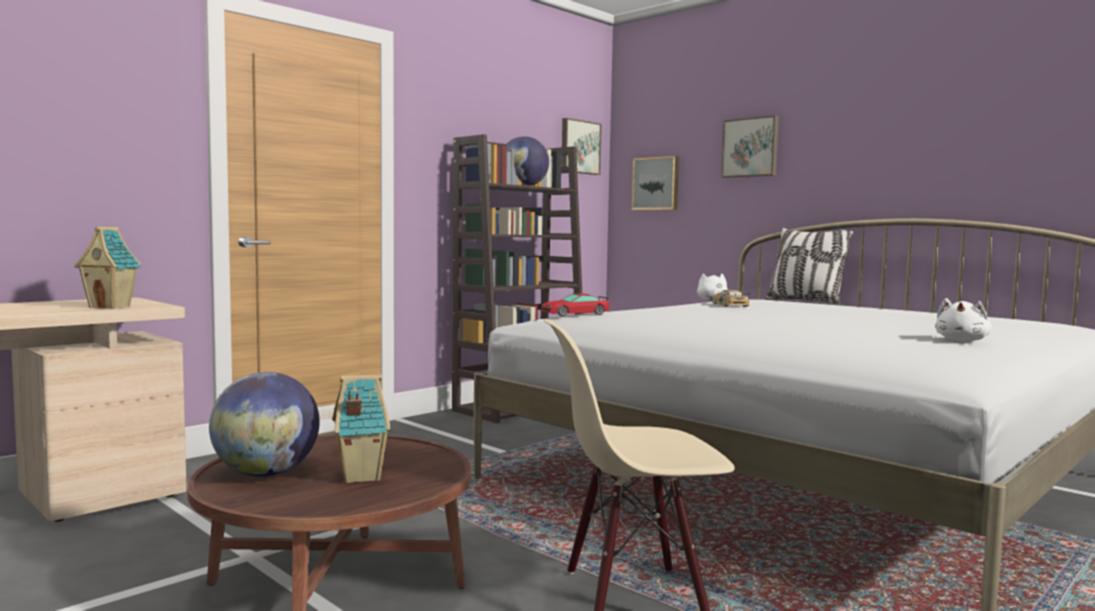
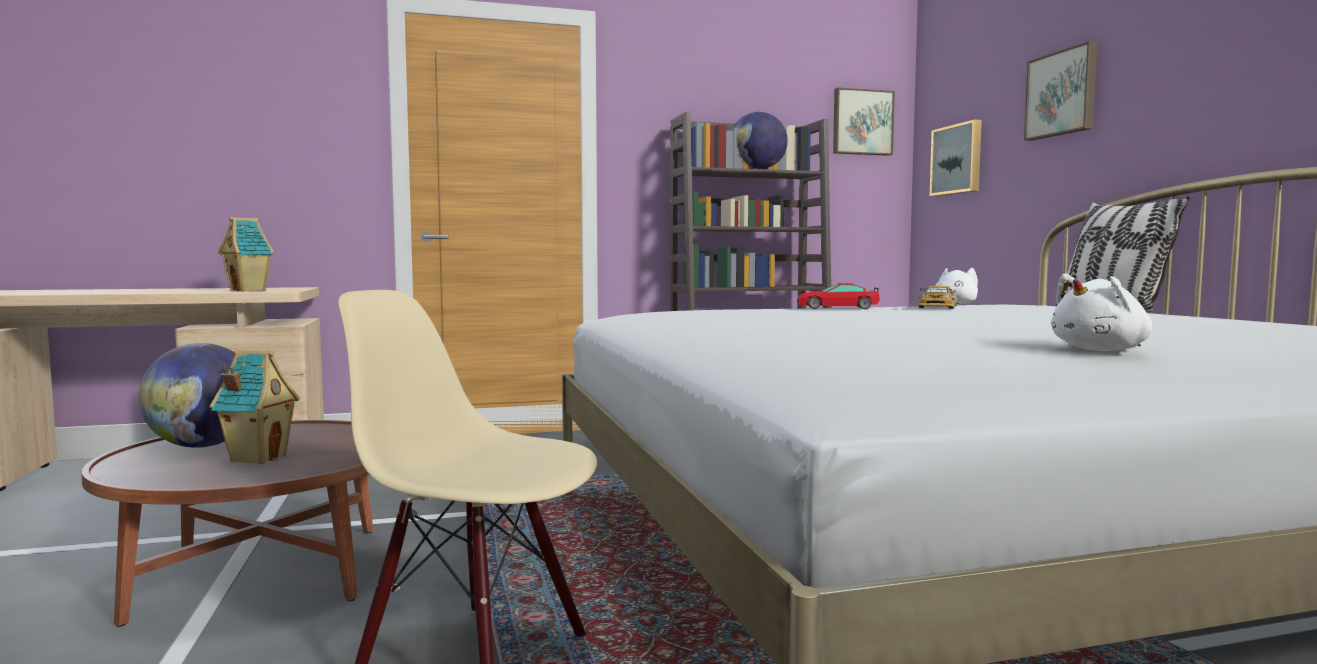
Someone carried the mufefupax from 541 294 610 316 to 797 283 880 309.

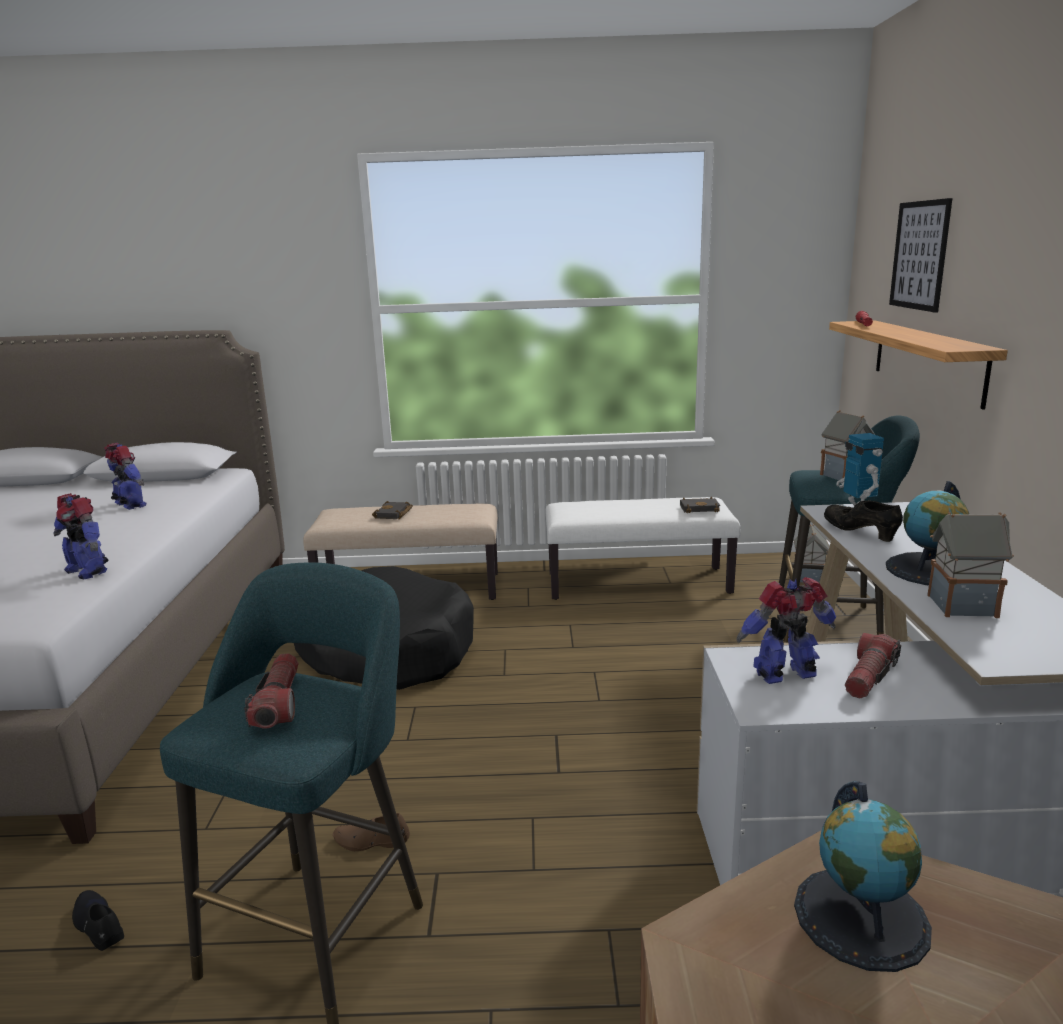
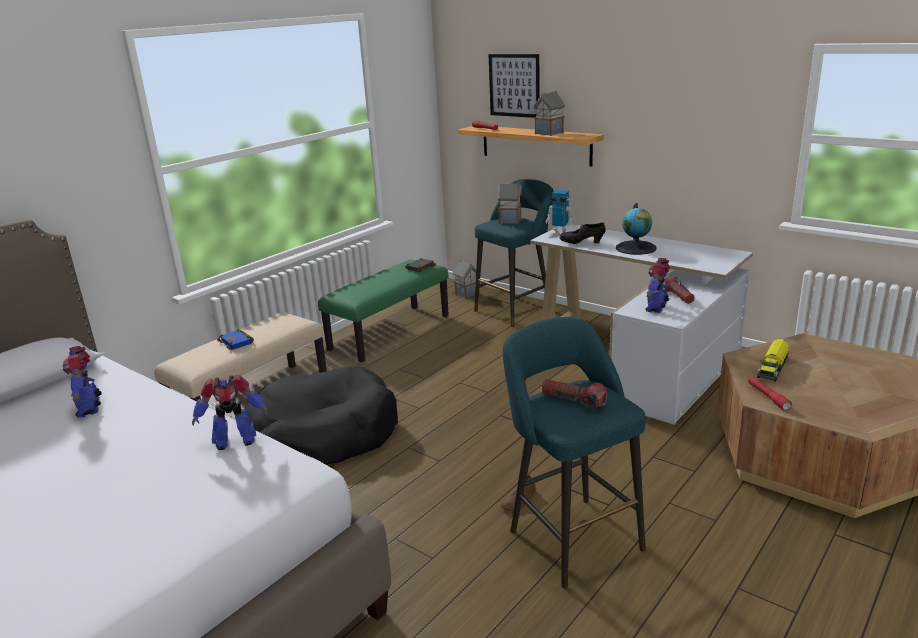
Someone rotated the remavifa at 104 443 147 510 by 105 degrees counterclockwise.
Someone repainted the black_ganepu at 372 501 413 519, which became the blue_ganepu at 217 329 254 350.
Someone repainted the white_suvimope at 546 497 740 600, which became the green_suvimope at 318 259 449 362.
Someone carried the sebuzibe from 927 512 1014 618 to 533 91 565 136.
Someone put down the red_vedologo at 748 377 792 411.
Someone swapped the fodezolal at 794 781 932 972 for the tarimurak at 757 338 789 382.
Someone took away the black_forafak at 72 890 124 951.

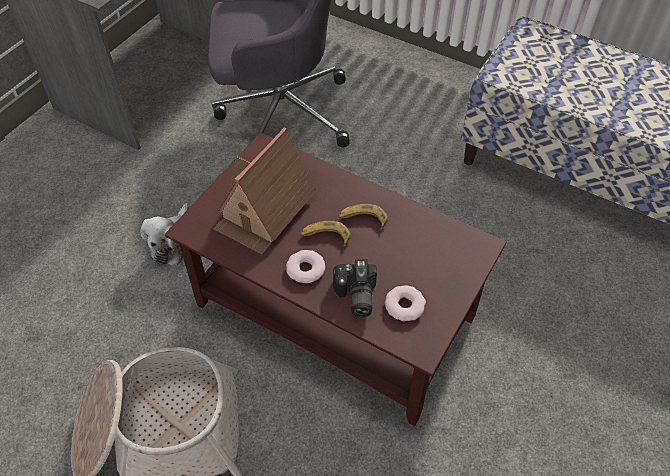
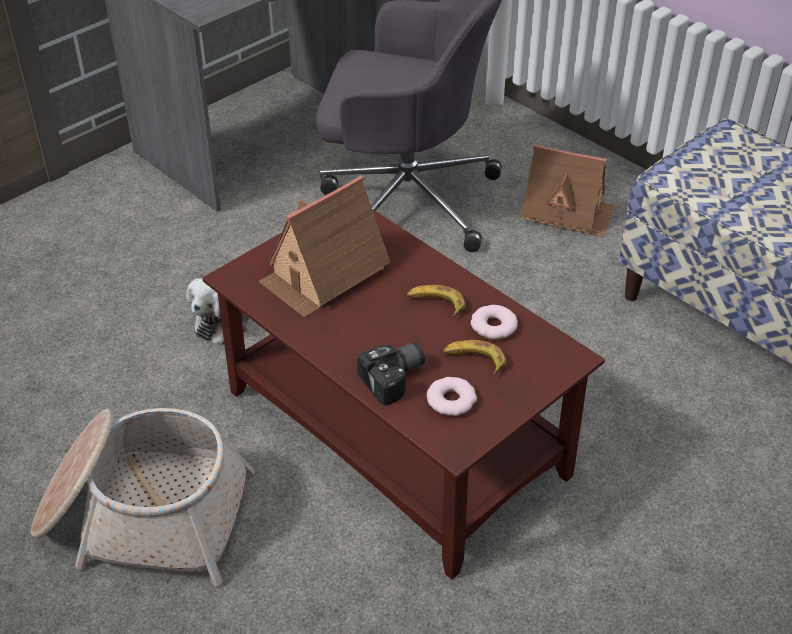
Someone rotated the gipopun at 333 259 377 317 by 135 degrees counterclockwise.
Someone carried the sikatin from 300 221 351 246 to 443 340 506 374.
Someone carried the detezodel from 286 250 325 283 to 471 305 518 340.
Someone put down the sebuzibe at 521 144 615 237.

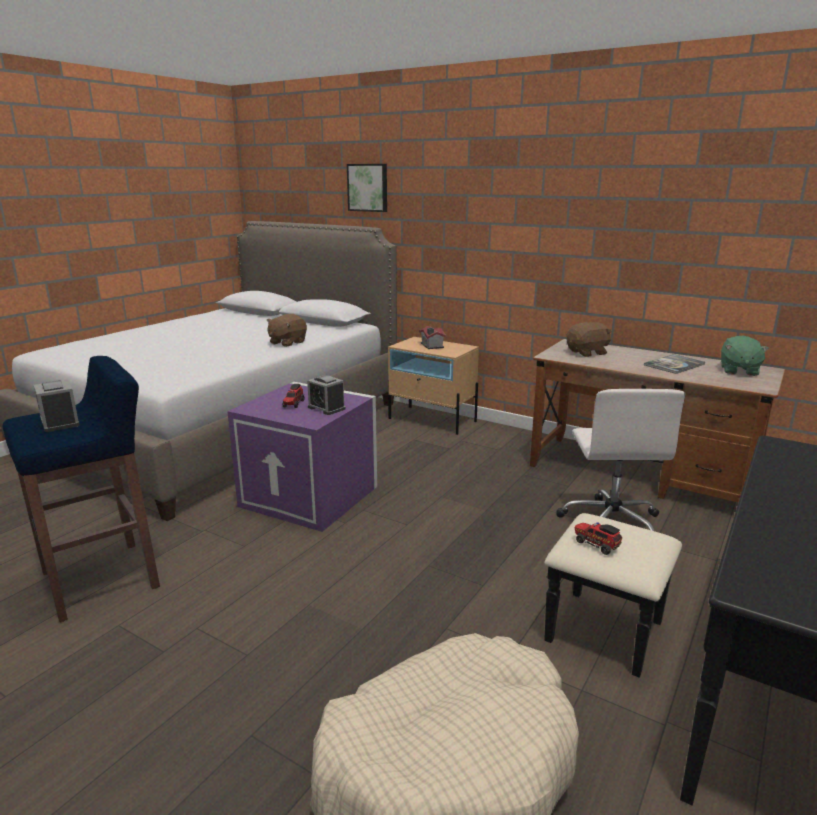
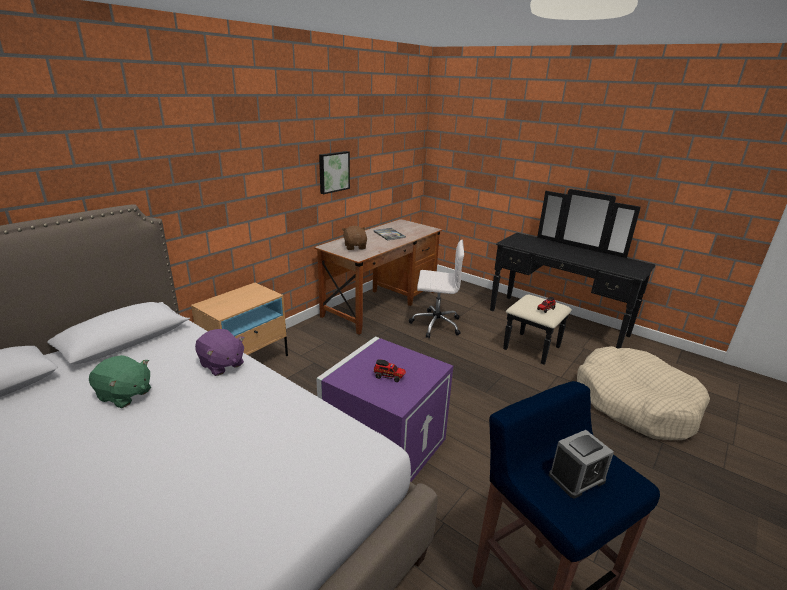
Someone carried the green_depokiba from 721 336 769 376 to 89 355 151 408.
Someone repainted the brown_depokiba at 267 314 307 347, which became the purple_depokiba at 195 329 245 376.
Someone carried the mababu from 347 164 387 212 to 319 151 350 194.
Someone took away the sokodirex at 307 375 346 415.
Someone took away the sebuzibe at 419 326 446 349.

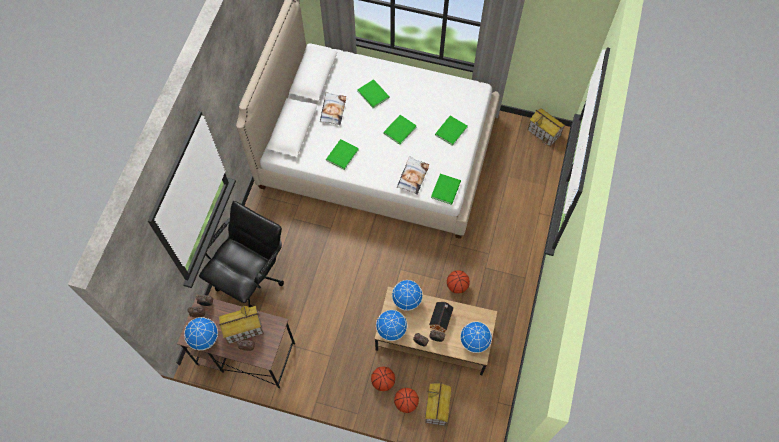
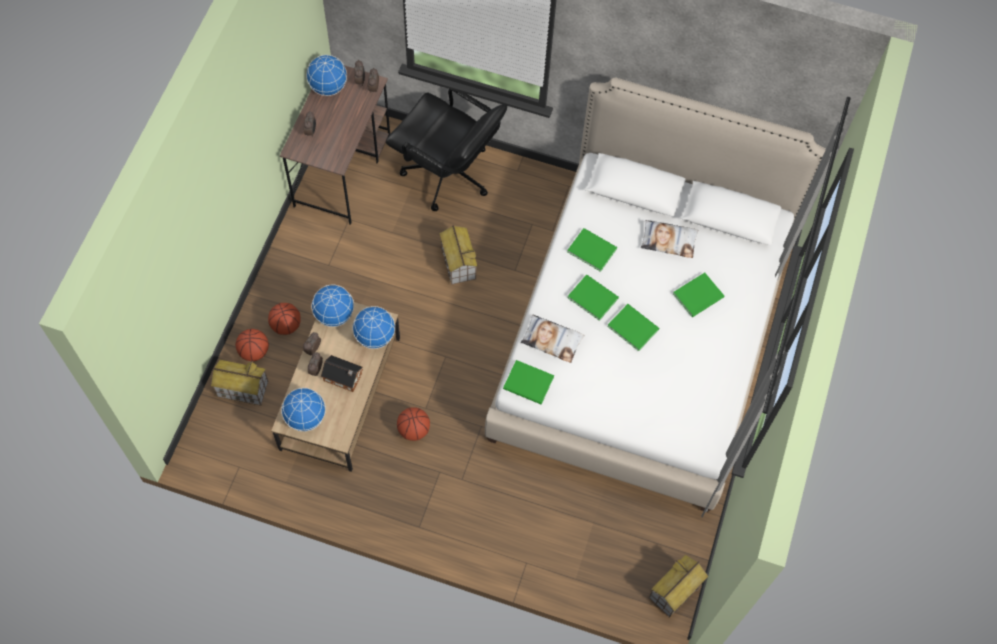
Someone carried the sebuzibe from 219 305 264 344 to 440 225 477 285.
Someone carried the green_ganepu from 435 116 467 146 to 568 275 619 321.

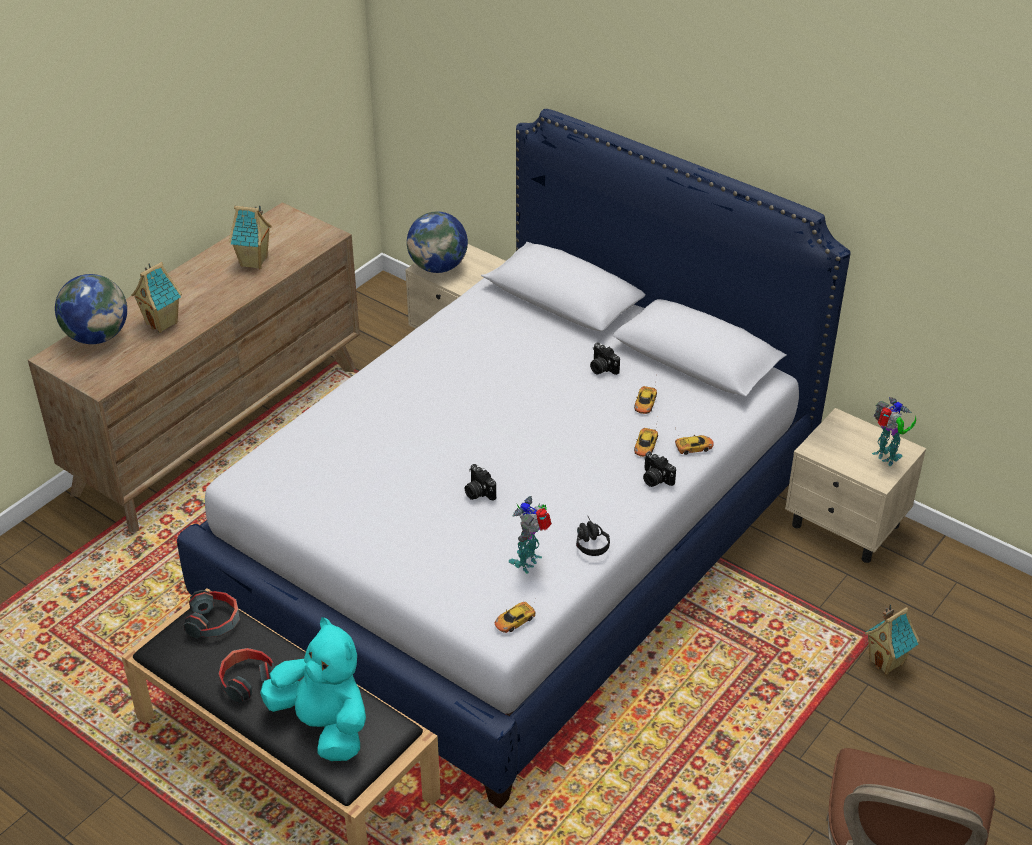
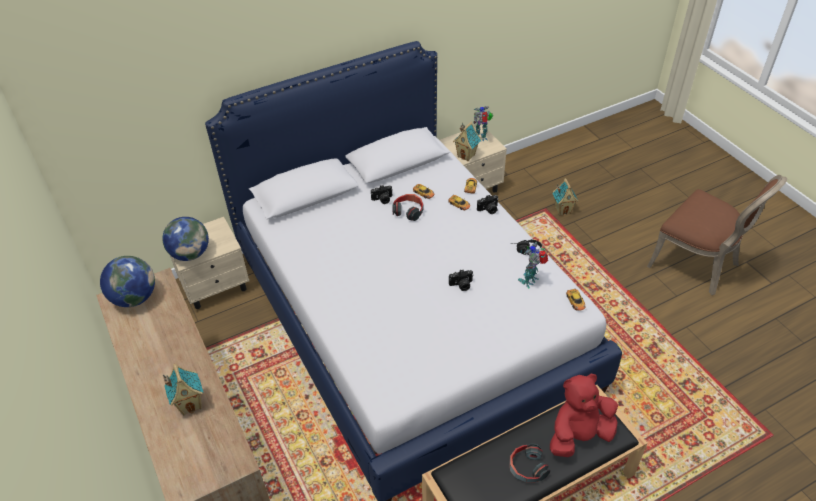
Someone carried the fodezolal from 55 274 127 344 to 100 256 155 307.
Someone carried the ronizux from 184 590 240 638 to 393 194 424 221.
Someone carried the sebuzibe from 229 205 272 269 to 453 121 481 161.
Someone rotated the remavifa at 509 496 552 573 by 75 degrees clockwise.
Someone repainted the turquoise_depokiba at 260 617 366 761, which became the red_depokiba at 550 374 618 457.

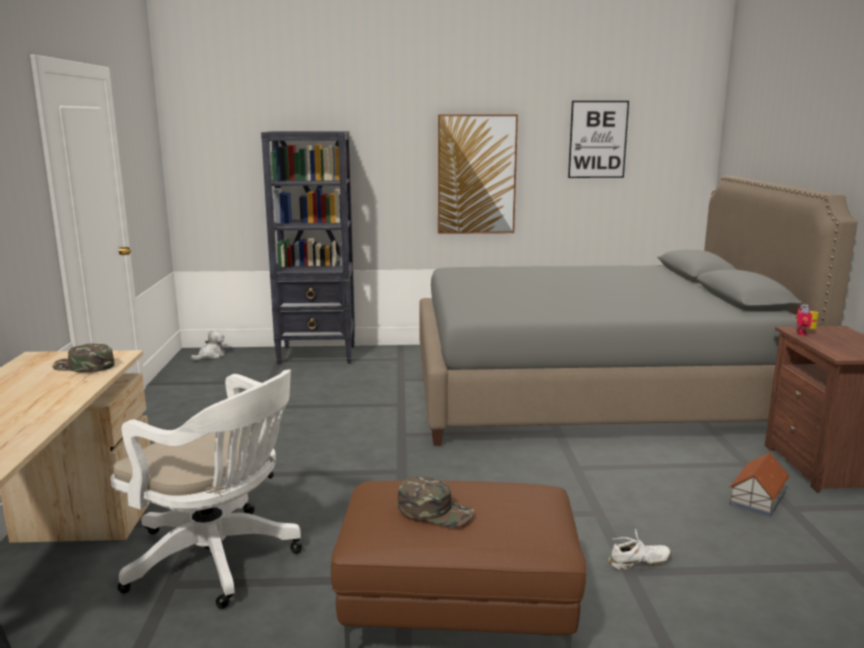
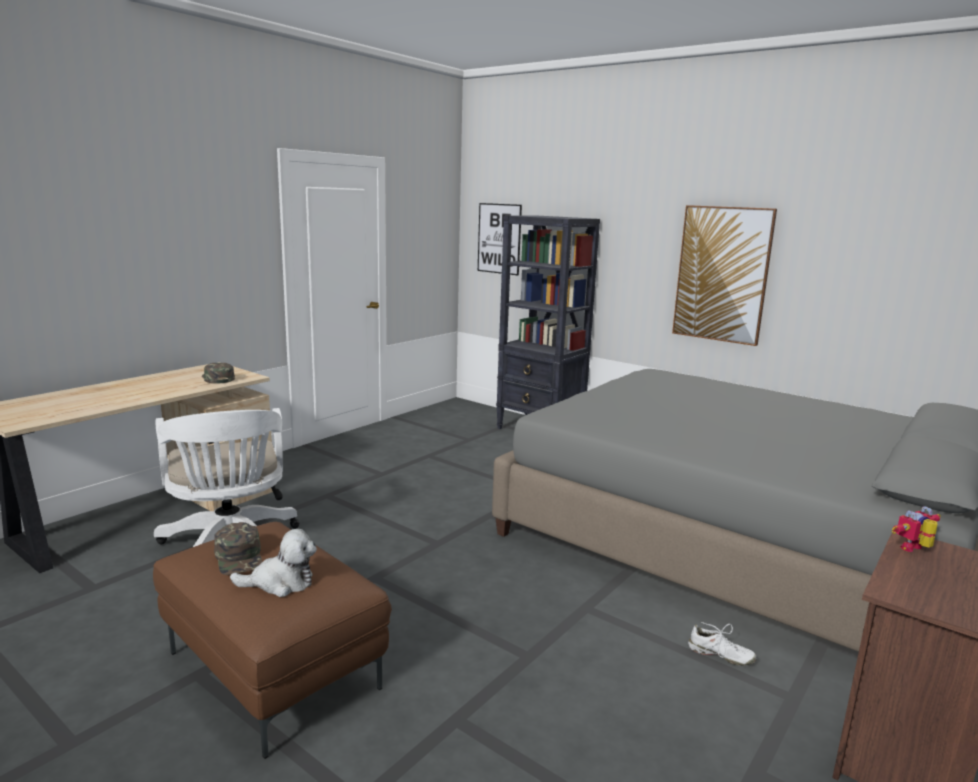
Someone carried the depokiba from 191 330 225 360 to 230 529 317 597.
Someone carried the mababu from 568 101 629 178 to 478 203 522 275.
Someone carried the white_forafak from 608 529 672 570 to 688 622 757 665.
Someone took away the sebuzibe at 729 452 790 517.

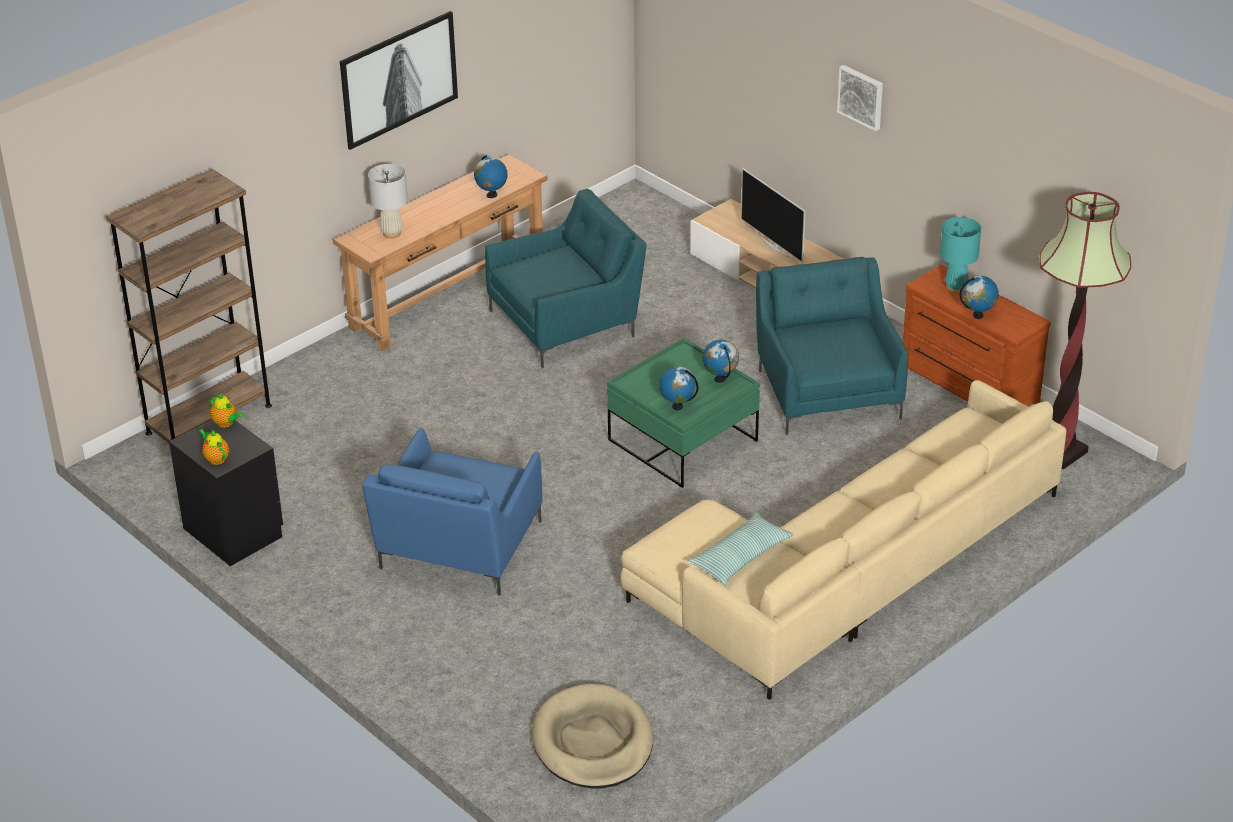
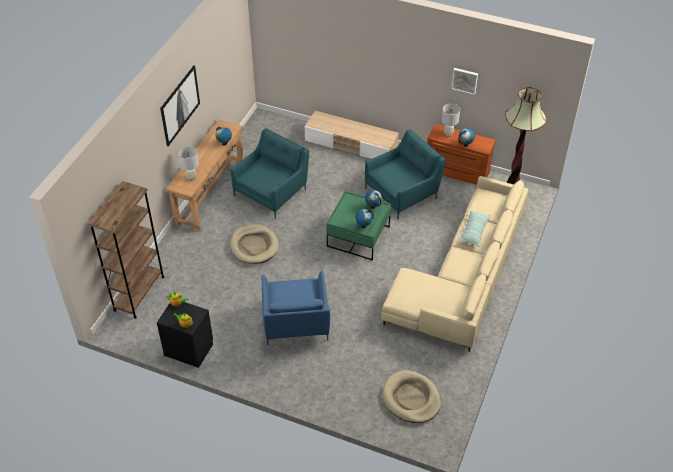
Someone put down the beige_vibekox at 230 224 279 264.
Someone rotated the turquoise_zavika at 756 257 908 435 by 90 degrees clockwise.
Someone repainted the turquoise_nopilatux at 940 217 981 293, which became the white_nopilatux at 442 103 460 137.
Someone carried the mababu from 837 65 883 131 to 451 68 478 95.
Someone carried the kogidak from 687 513 794 585 to 459 210 491 247.
Someone took away the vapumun at 741 168 805 263.

